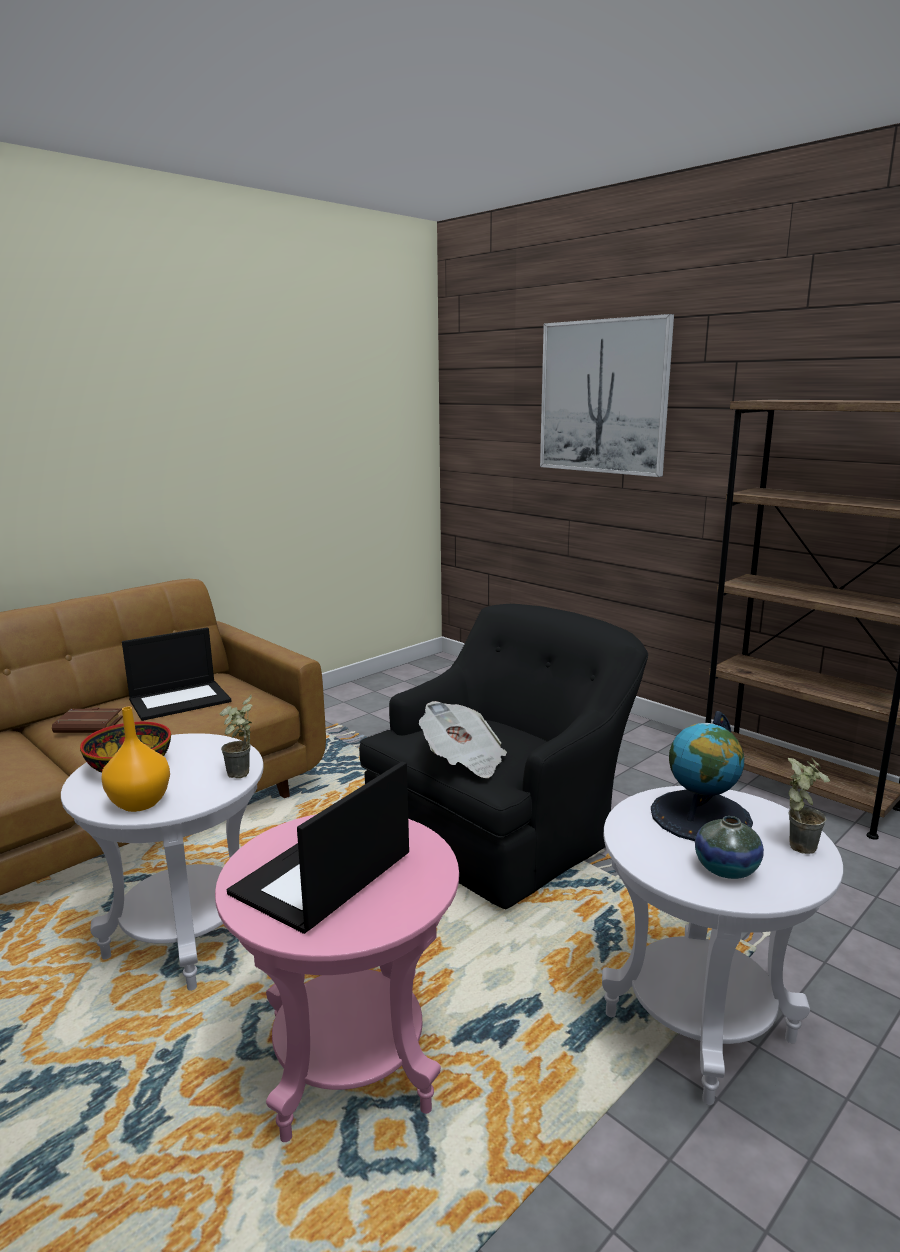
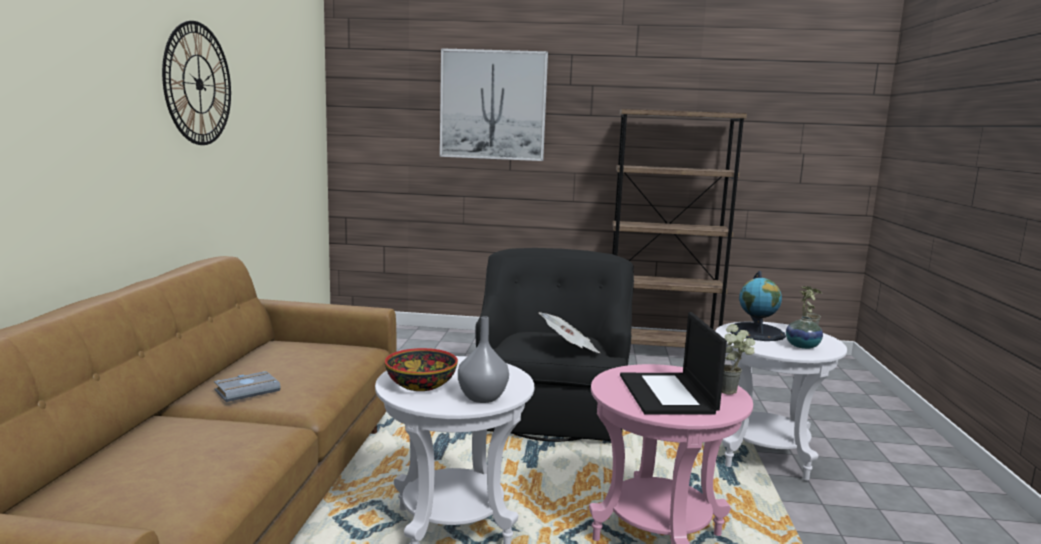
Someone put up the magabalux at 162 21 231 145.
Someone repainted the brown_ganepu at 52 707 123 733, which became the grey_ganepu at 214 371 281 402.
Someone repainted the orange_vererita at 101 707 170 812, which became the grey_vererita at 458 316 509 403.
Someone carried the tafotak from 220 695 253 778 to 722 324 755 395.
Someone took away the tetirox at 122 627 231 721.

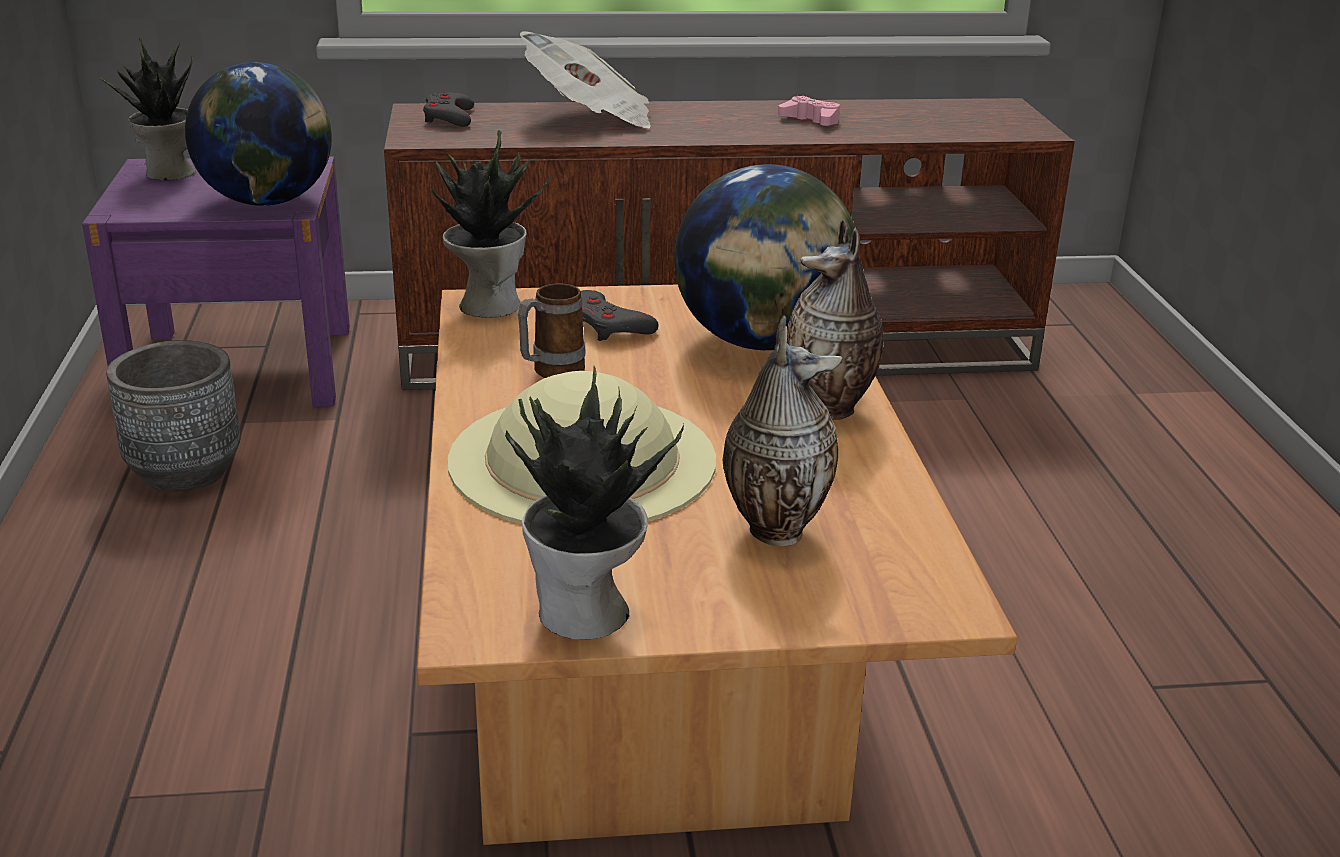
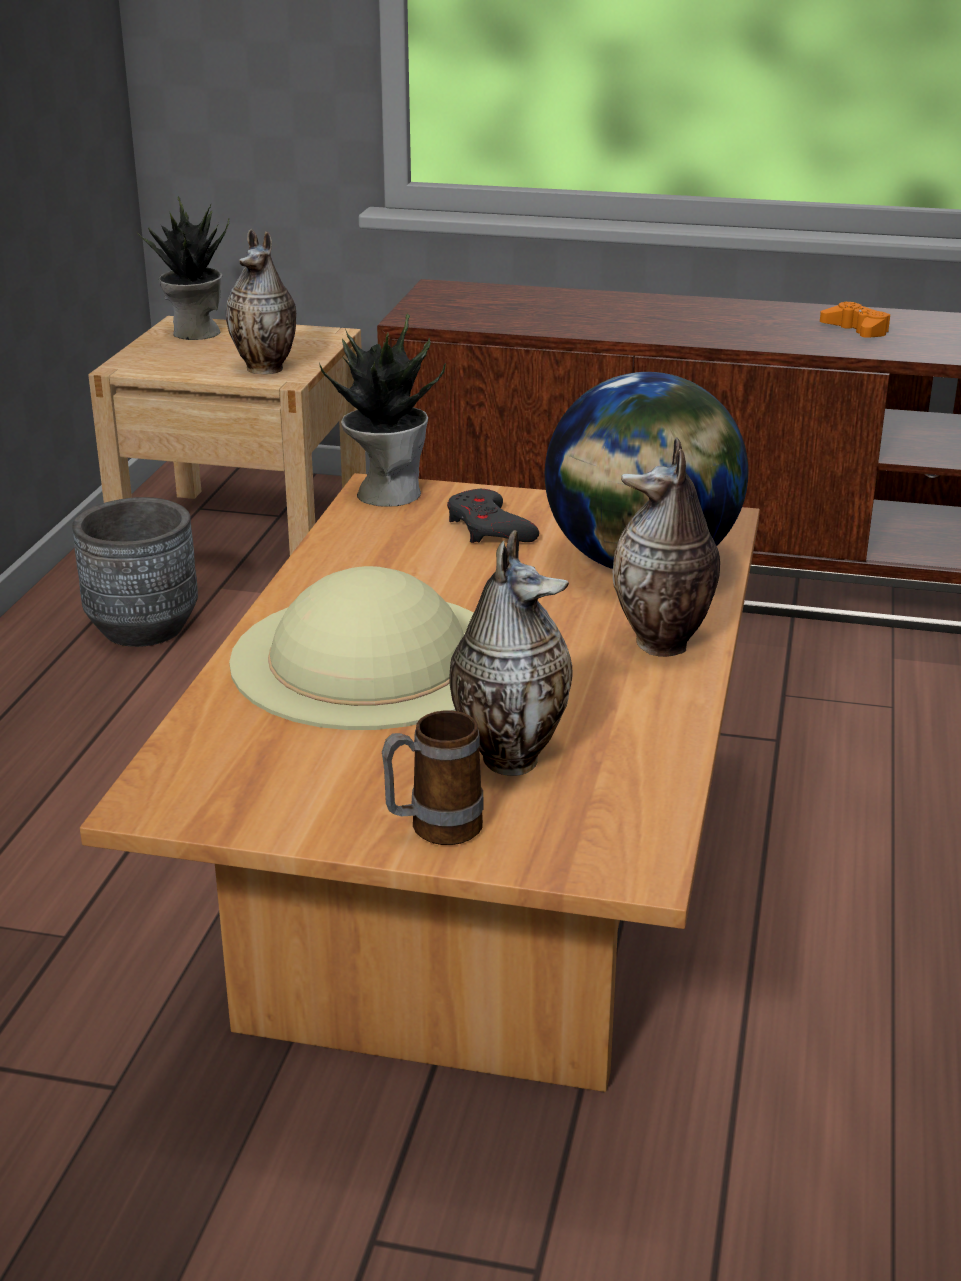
Someone repainted the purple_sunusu at 82 156 350 407, which became the beige_sunusu at 88 316 366 556.
Someone swapped the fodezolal at 185 62 332 206 for the vererita at 226 229 296 374.
Someone carried the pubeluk from 518 284 586 378 to 382 711 484 845.
Someone repainted the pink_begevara at 778 96 840 126, which became the orange_begevara at 820 301 890 338.
Someone took away the grey_begevara at 423 92 474 127.
Someone took away the tafotak at 505 366 684 640.
Someone took away the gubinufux at 520 31 650 129.

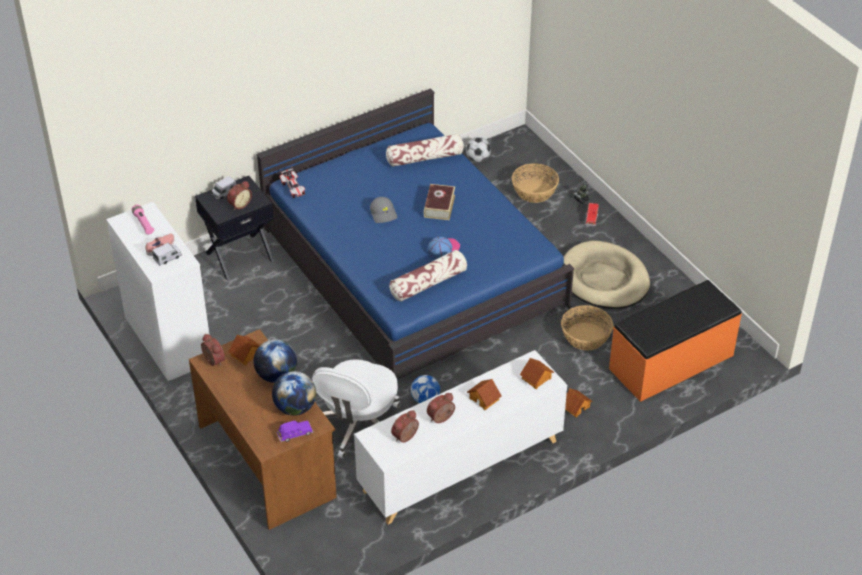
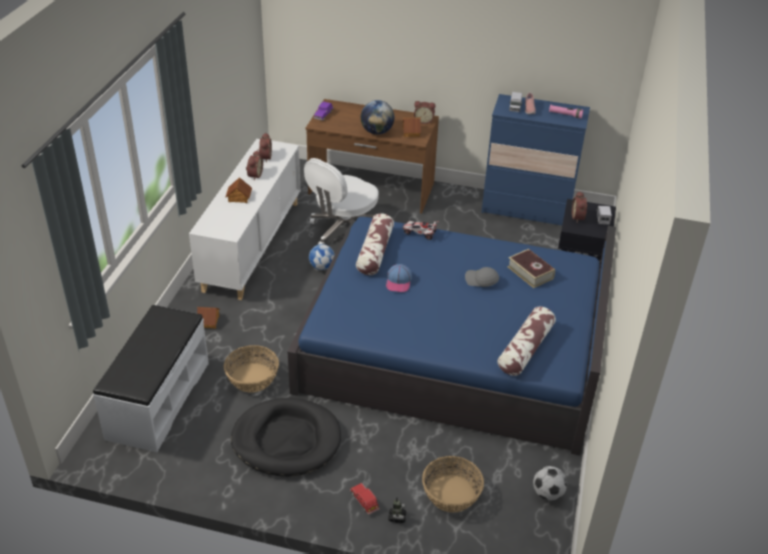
Someone repainted the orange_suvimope at 609 280 742 402, which became the white_suvimope at 93 305 209 452.
Someone repainted the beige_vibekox at 563 241 650 309, which became the black_vibekox at 231 398 341 477.
Someone rotated the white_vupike at 312 359 401 458 by 120 degrees counterclockwise.
Someone carried the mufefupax from 279 166 306 198 to 402 221 439 240.
Someone repainted the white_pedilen at 106 202 209 381, which became the blue_pedilen at 481 94 590 225.
Someone carried the ganepu from 424 184 455 220 to 507 249 555 288.
Someone took away the fodezolal at 272 371 316 416.
Someone took away the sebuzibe at 520 358 554 389.

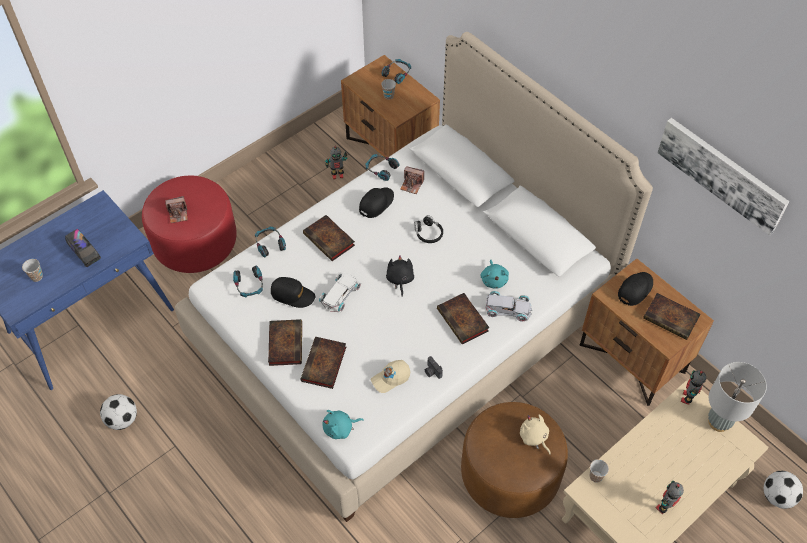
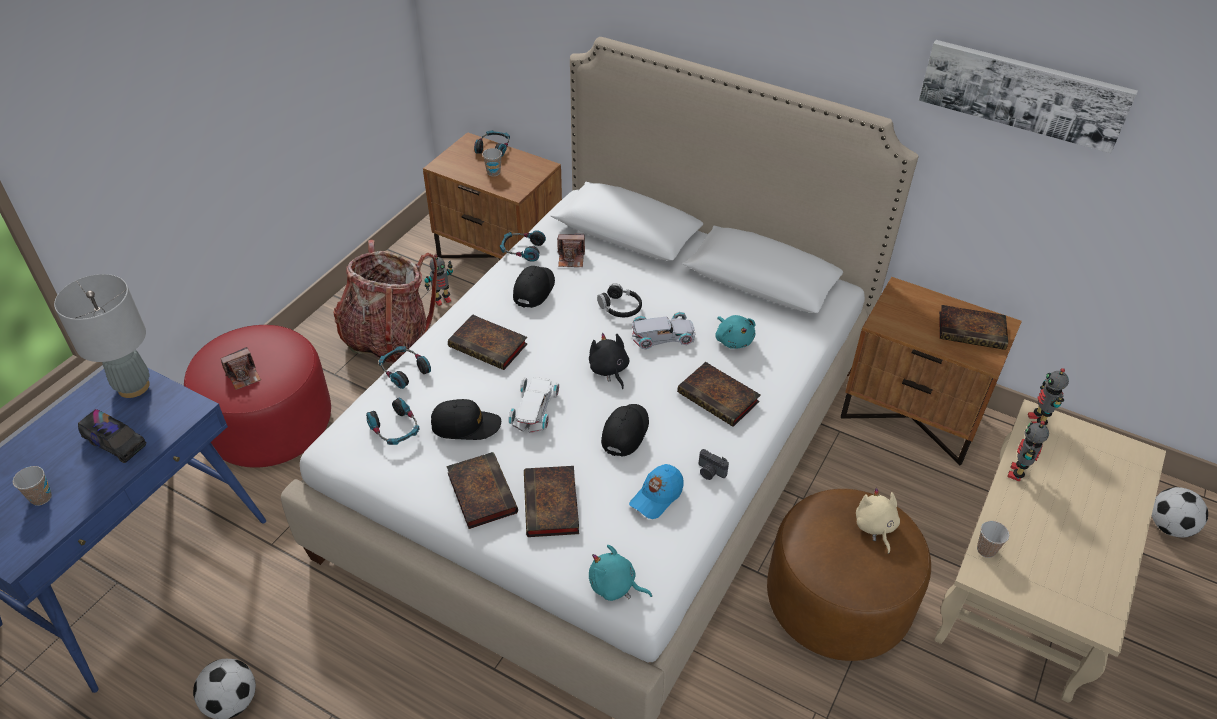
Someone carried the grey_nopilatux from 708 362 767 432 to 54 274 150 398.
Someone put down the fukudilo at 333 240 437 364.
Someone rotated the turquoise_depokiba at 322 410 364 439 by 60 degrees clockwise.
Someone carried the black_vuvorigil from 618 272 653 306 to 601 404 649 457.
Someone repainted the beige_vuvorigil at 371 360 410 393, which became the blue_vuvorigil at 629 464 684 519.
Someone carried the white_mufefupax from 485 291 532 322 to 632 312 695 350.
Someone rotated the beige_depokiba at 520 414 550 455 by 45 degrees clockwise.
Someone carried the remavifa from 656 481 684 514 to 1007 421 1049 482.

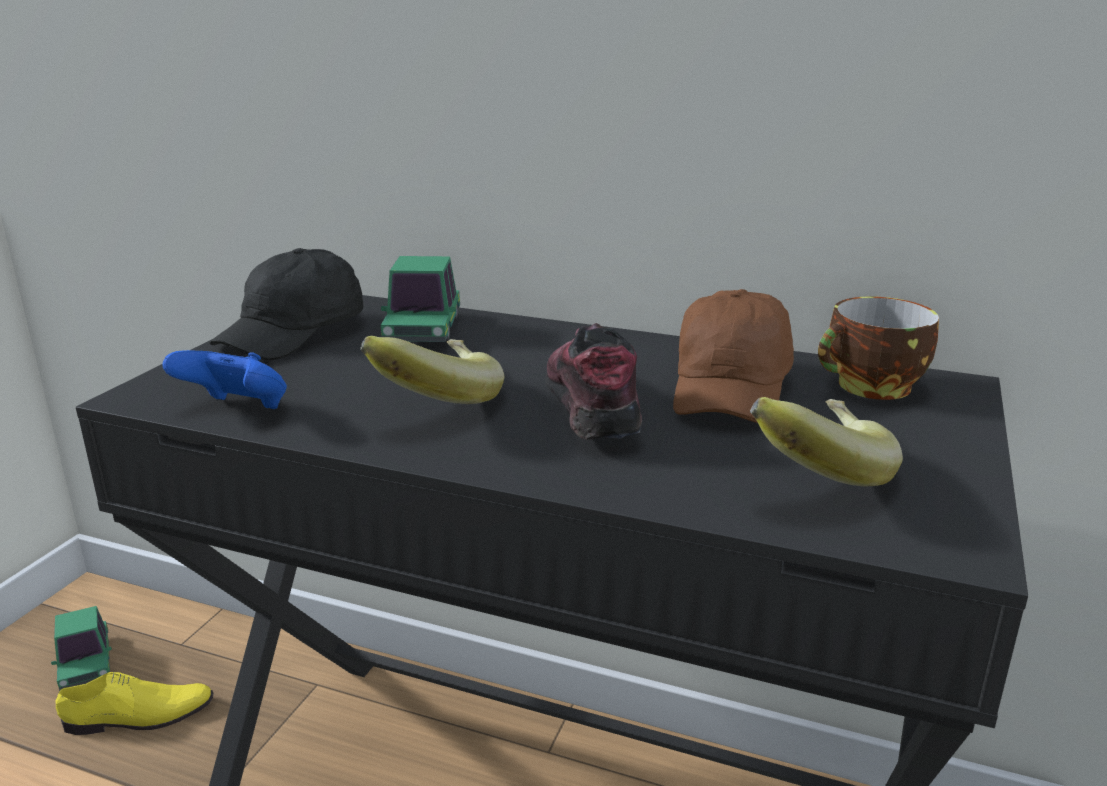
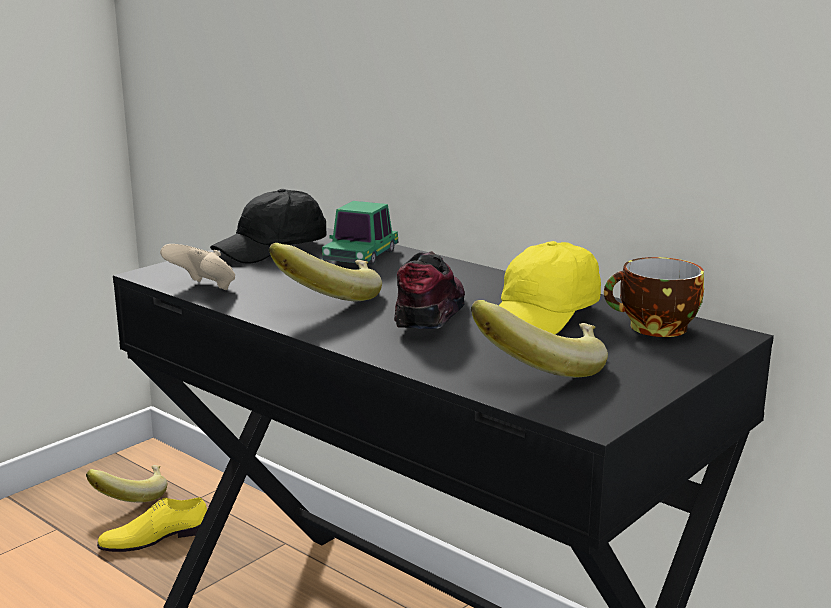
Someone swapped the mufefupax at 51 606 112 691 for the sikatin at 86 465 167 503.
Someone rotated the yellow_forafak at 55 671 213 735 by 150 degrees clockwise.
Someone repainted the blue_begevara at 162 350 287 409, which became the beige_begevara at 160 244 235 290.
Someone repainted the brown_vuvorigil at 673 289 794 423, which became the yellow_vuvorigil at 499 241 601 335.

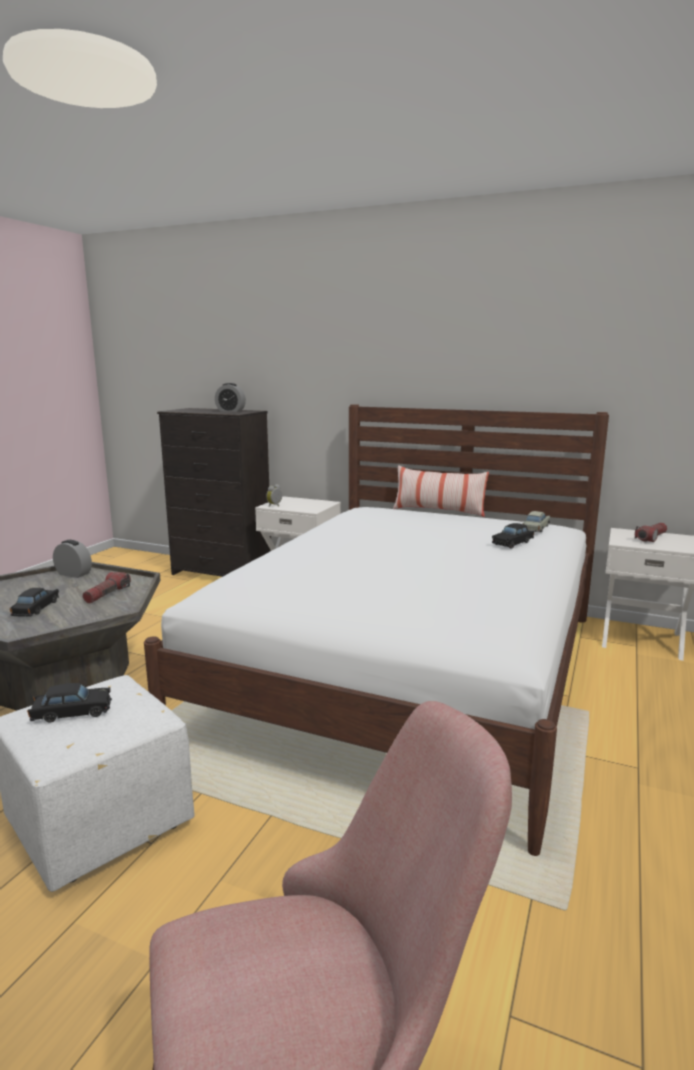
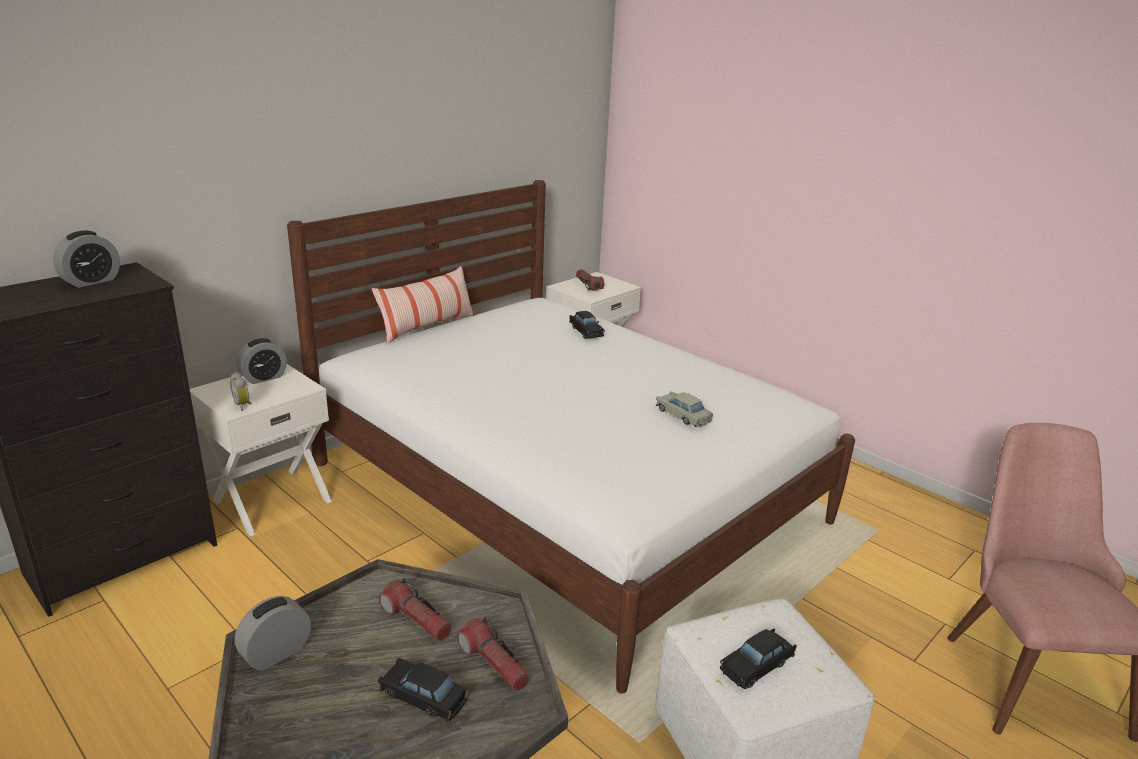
Someone put down the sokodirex at 237 338 287 384.
Someone put down the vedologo at 457 617 530 691.
Someone carried the beige_mufefupax from 523 511 550 532 to 656 391 713 427.
Someone rotated the black_mufefupax at 27 683 112 722 by 135 degrees counterclockwise.

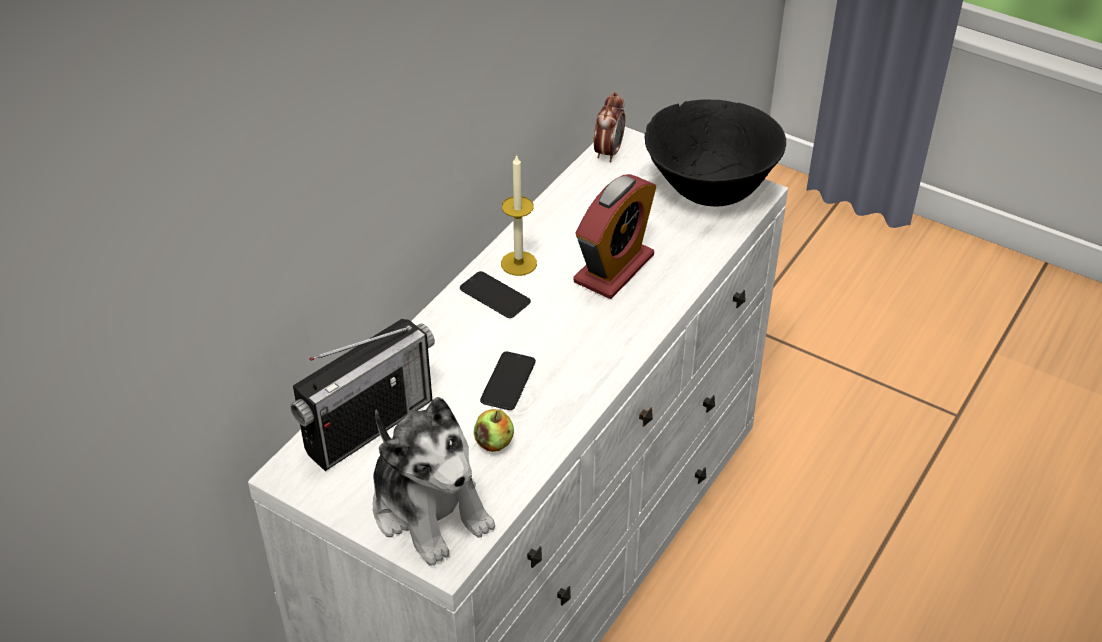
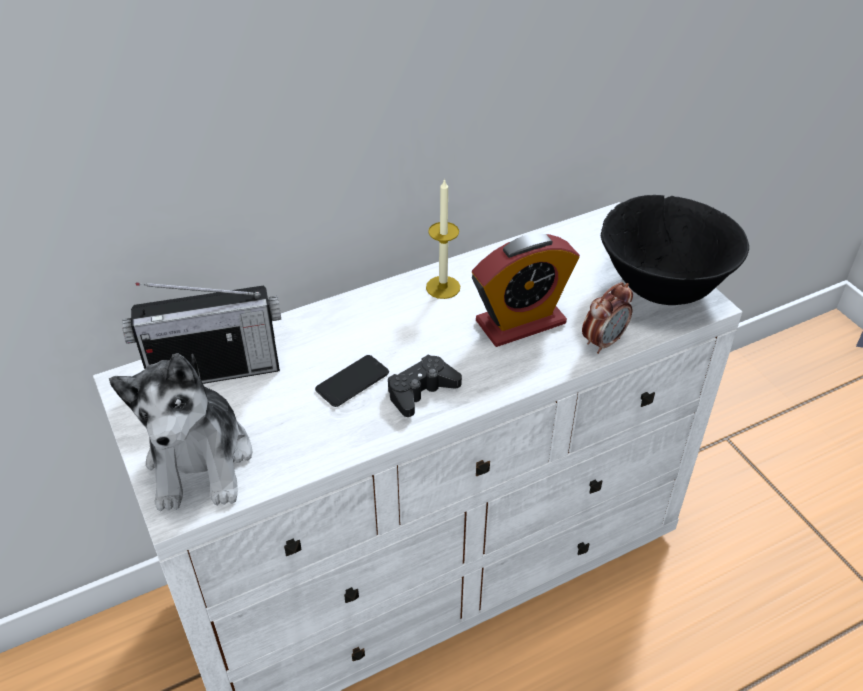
Someone put down the black_begevara at 388 354 462 417.
Someone carried the sokodirex from 594 92 625 162 to 582 282 633 354.
Someone took away the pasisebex at 460 271 531 318.
Someone took away the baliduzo at 474 409 514 452.

